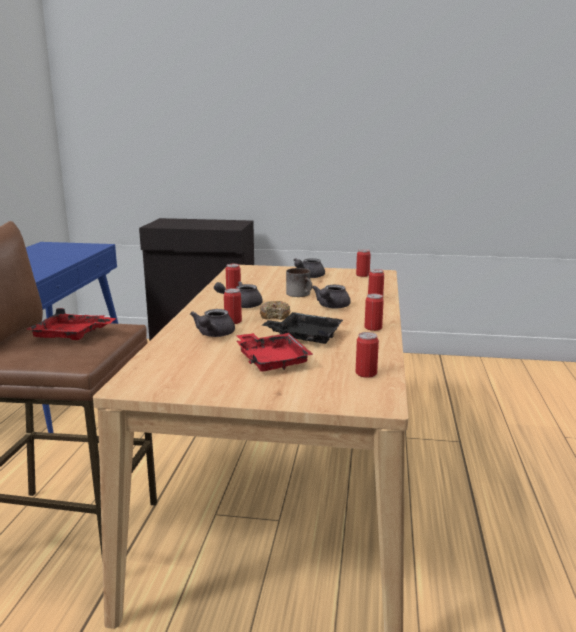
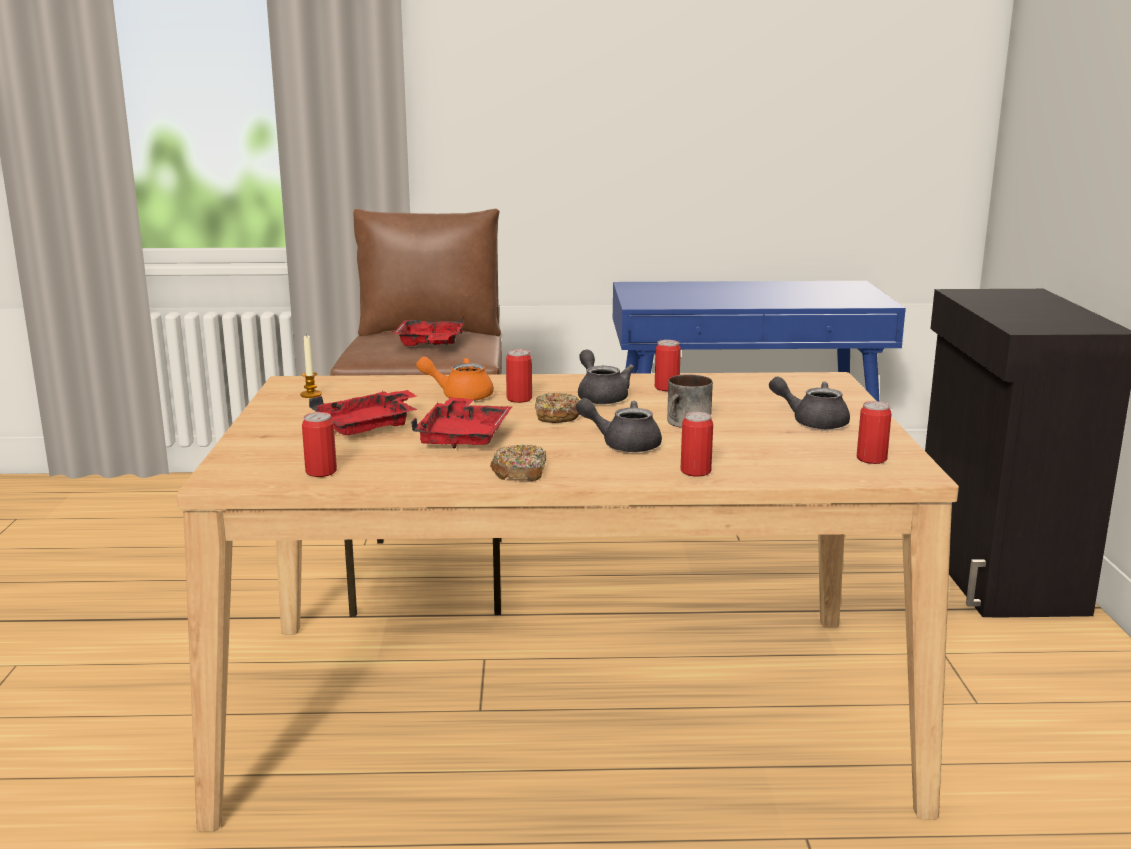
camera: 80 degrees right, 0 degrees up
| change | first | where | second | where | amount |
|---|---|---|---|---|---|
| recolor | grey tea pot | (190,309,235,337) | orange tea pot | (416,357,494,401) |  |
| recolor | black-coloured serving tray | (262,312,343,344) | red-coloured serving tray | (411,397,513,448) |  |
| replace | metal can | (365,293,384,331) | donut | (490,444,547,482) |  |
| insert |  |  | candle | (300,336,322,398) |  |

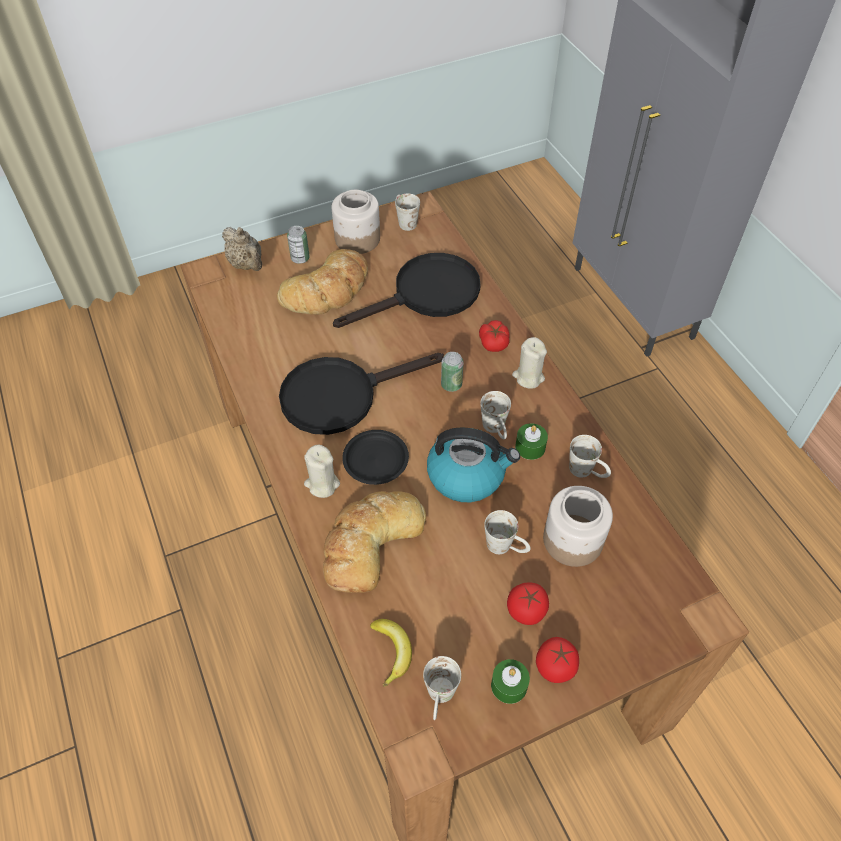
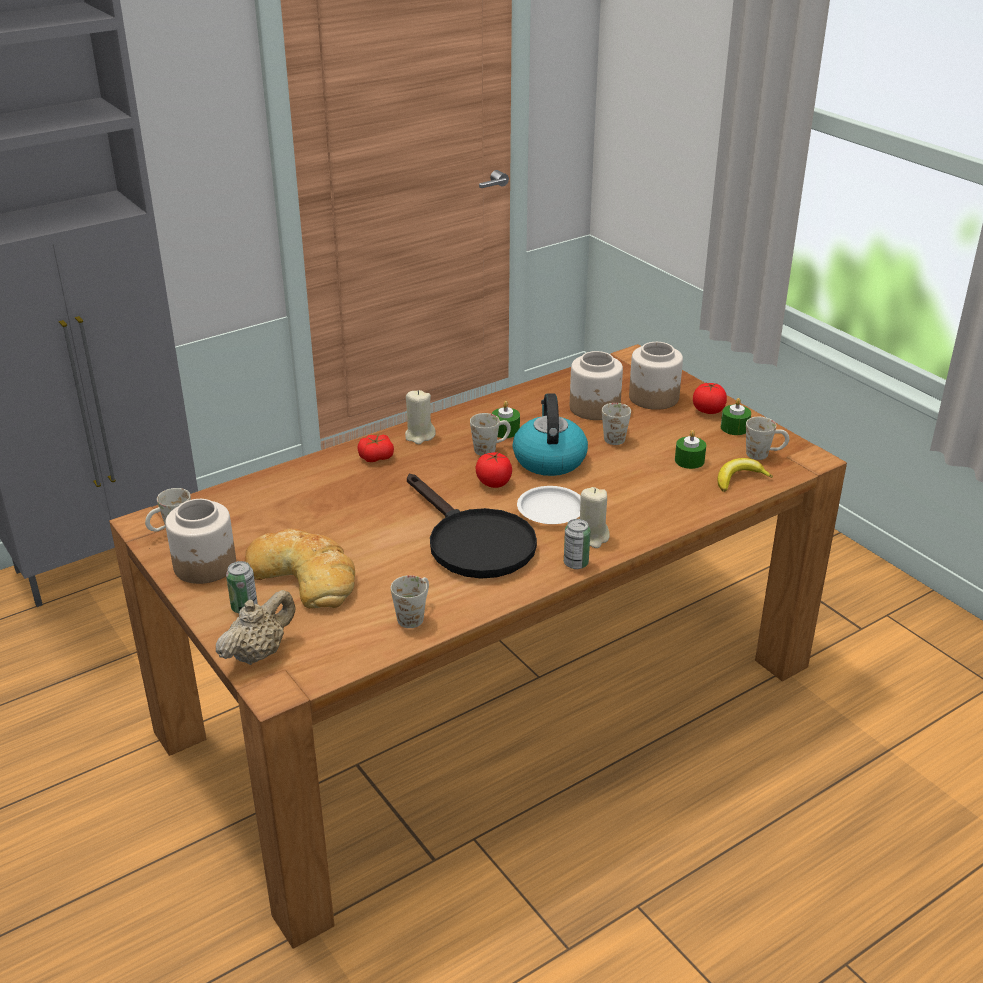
camera: 100 degrees left, 20 degrees down
| change | first | where | second | where | amount |
|---|---|---|---|---|---|
| delete | bakery bread | (323,491,426,593) |  |  |  |
| delete | black-coloured skillet | (333,253,481,328) |  |  |  |
| recolor | black-coloured flat dish | (342,430,409,485) | whitish flat dish | (517,486,581,524) |  |
| move | metal can | (441,352,464,392) |  | (564,519,590,569) |  |
| move | fresh tomato | (507,582,549,625) |  | (476,452,512,488) |  |
| move | whitish tea mug | (569,435,611,478) |  | (391,575,429,628) |  |
| insert |  |  | preserve jar | (629,342,683,410) |  |
| insert |  |  | greenish candle | (675,430,706,469) |  |

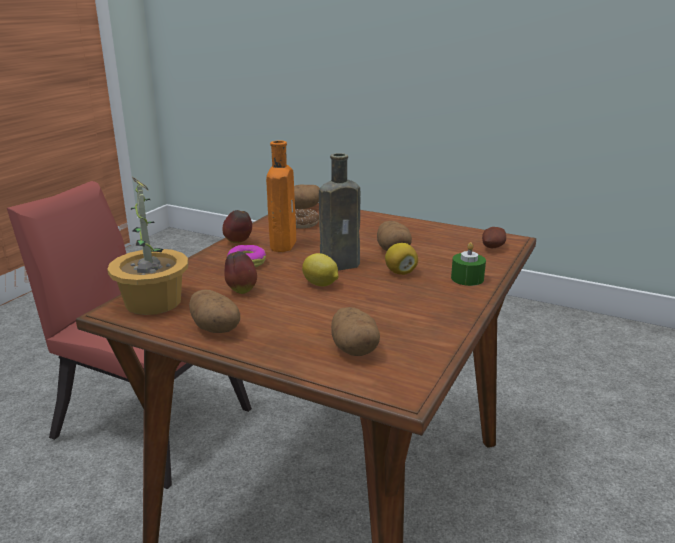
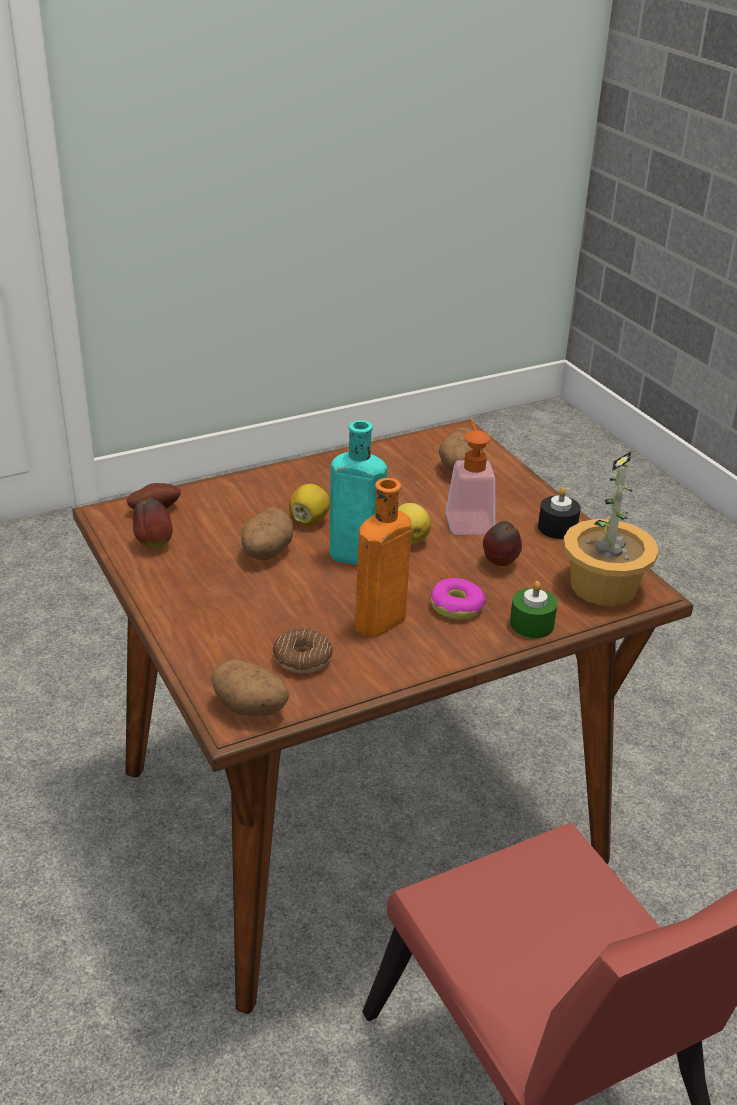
camera: 145 degrees left, 10 degrees up
| change | first | where | second | where | amount |
|---|---|---|---|---|---|
| replace | whole potato | (189,290,240,333) | black-coloured candle | (538,487,581,539) |  |
| move | apple | (223,210,252,243) |  | (133,498,173,550) |  |
| recolor | brown bottle | (319,153,360,271) | turquoise-coloured bottle | (330,420,387,565) |  |
| move | greenish candle | (451,242,486,286) |  | (510,581,558,638) |  |
| insert |  |  | soap bottle | (446,418,495,535) |  |

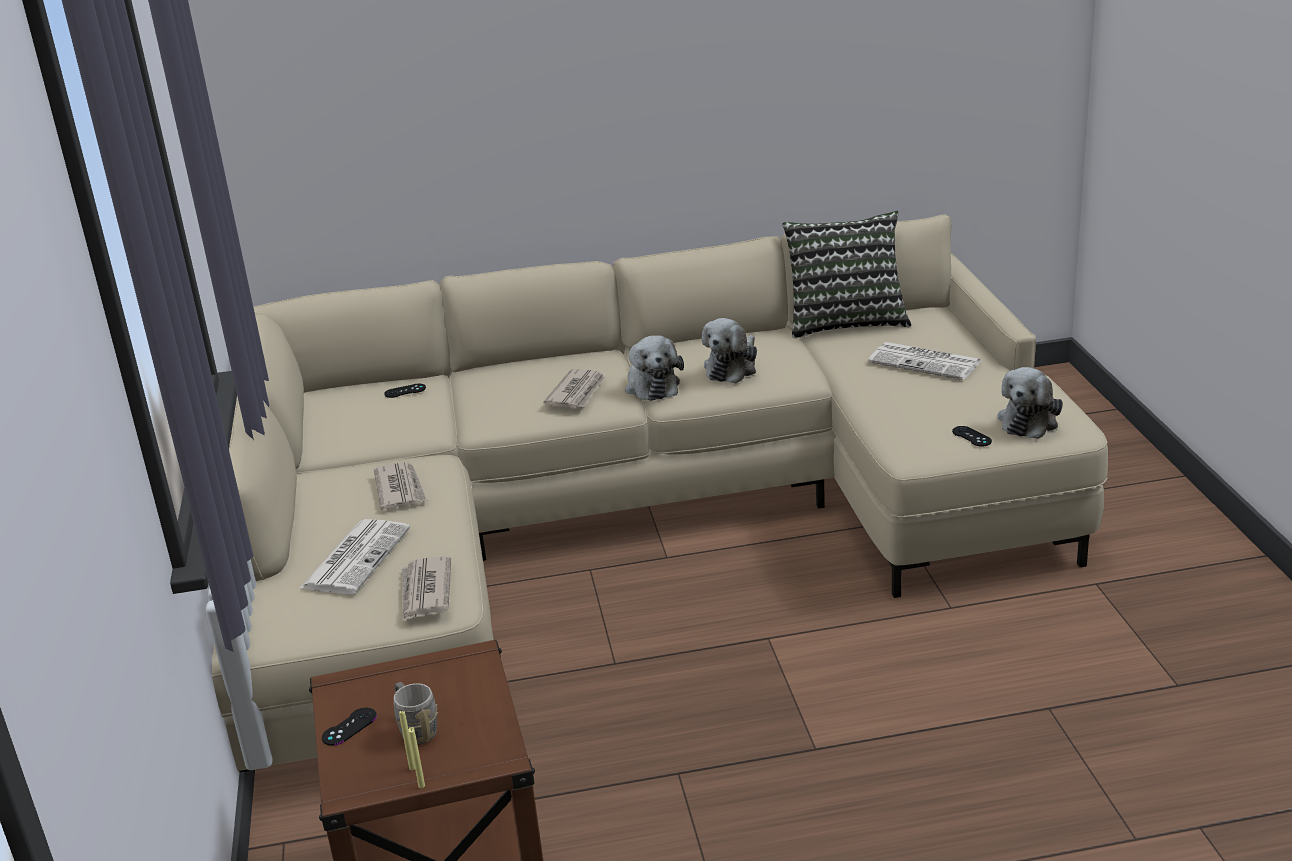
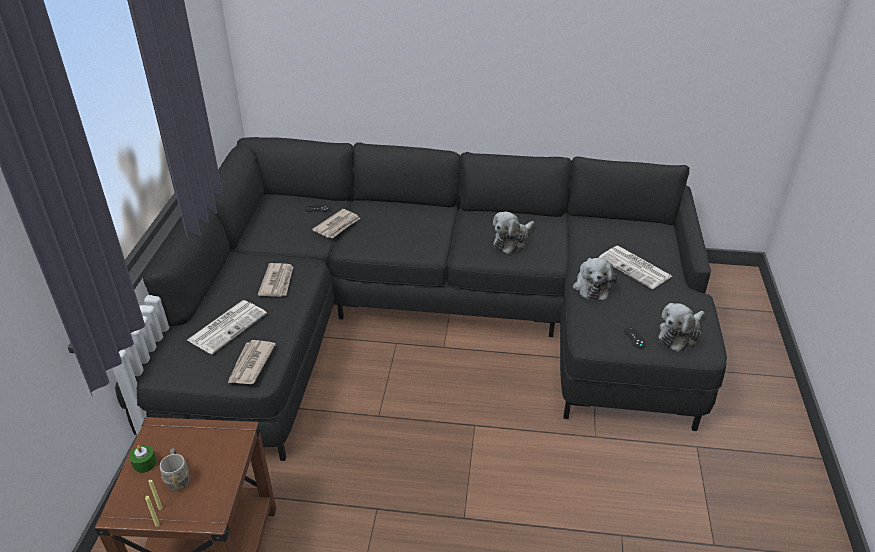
camera: 15 degrees right, 10 degrees up
| change | first | where | second | where | amount |
|---|---|---|---|---|---|
| recolor | sand-coloured couch | (212,214,1108,772) | black-coloured couch | (115,137,727,461) |  |
| replace | black-coloured game controller | (322,708,377,746) | greenish candle | (129,445,157,473) |  |
| move | newspaper | (544,369,605,408) |  | (312,209,360,238) |  |
| move | soft toy | (625,335,684,401) |  | (573,258,617,300) |  |
| delete | cushion | (782,211,911,338) |  |  |  |

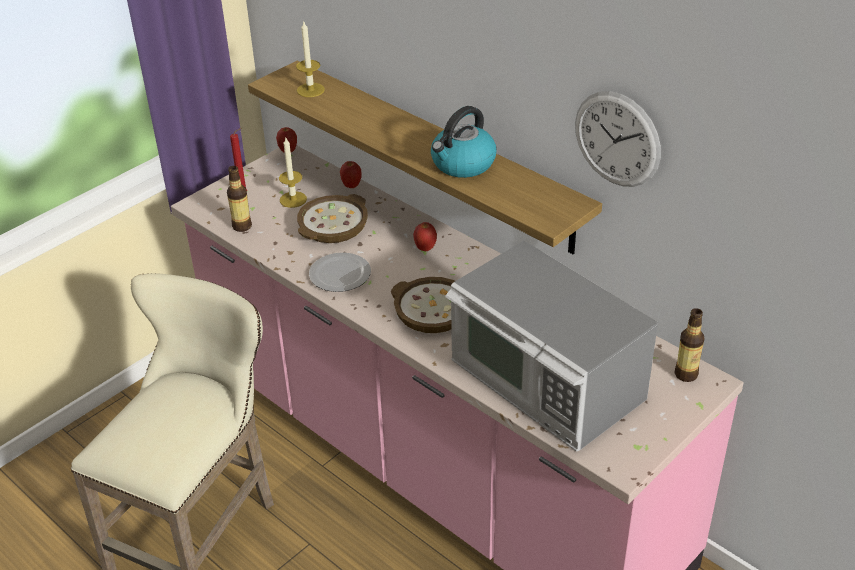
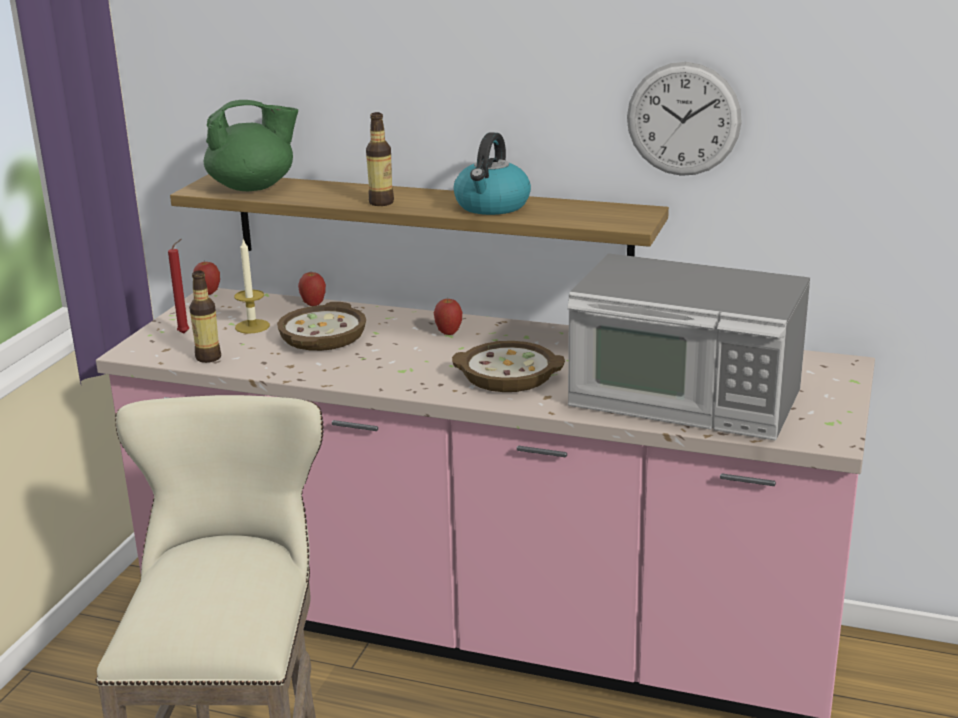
camera: 25 degrees left, 15 degrees down
| change | first | where | second | where | amount |
|---|---|---|---|---|---|
| replace | candle | (296,22,325,97) | greenish tea pot | (204,100,298,191) |  |
| delete | flat dish | (309,253,371,292) |  |  |  |
| move | bottle | (675,308,705,382) |  | (366,112,394,206) |  |

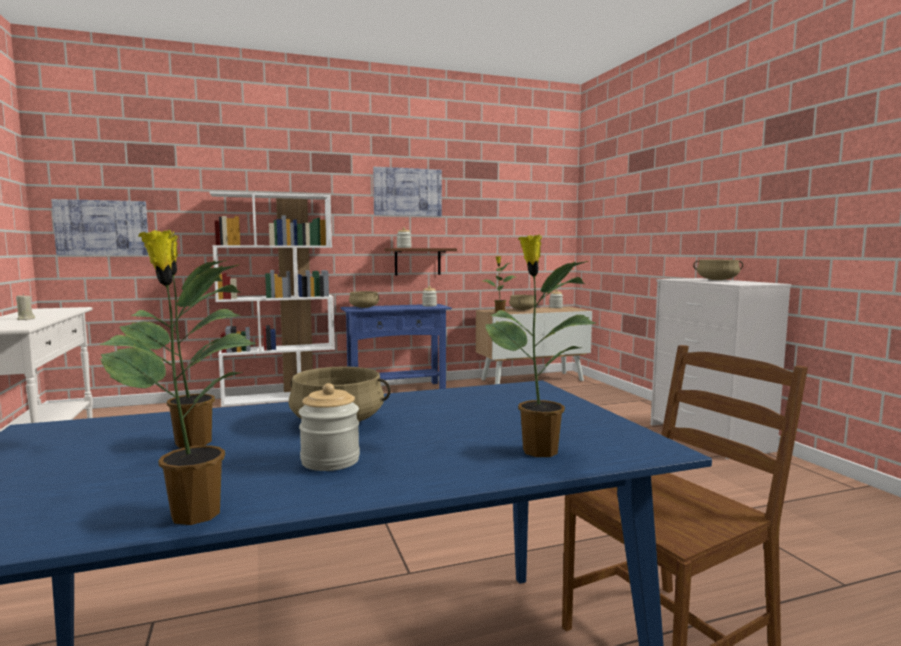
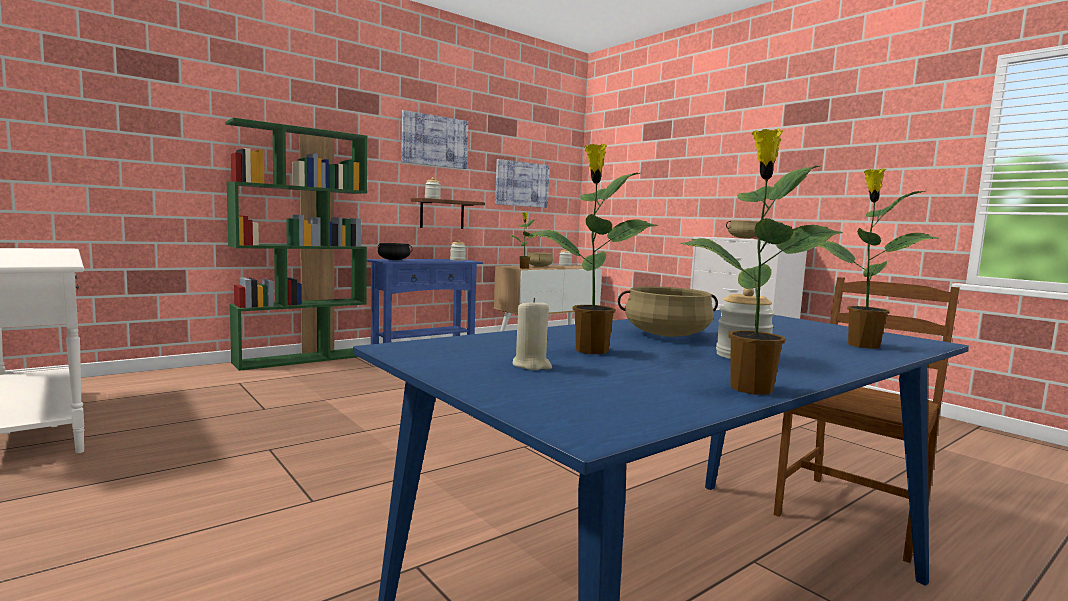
camera: 20 degrees left, 0 degrees up
| change | first | where | second | where | amount |
|---|---|---|---|---|---|
| move | sand-coloured candle | (16,294,35,320) |  | (513,298,552,371) |  |
| move | wall art | (51,199,148,255) |  | (495,159,550,208) |  |
| recolor | whitish shelving unit | (209,191,335,407) | greenish shelving unit | (225,118,368,371) |  |
| recolor | sand-coloured cooking pot | (349,291,379,308) | black-coloured cooking pot | (378,243,413,260) |  |

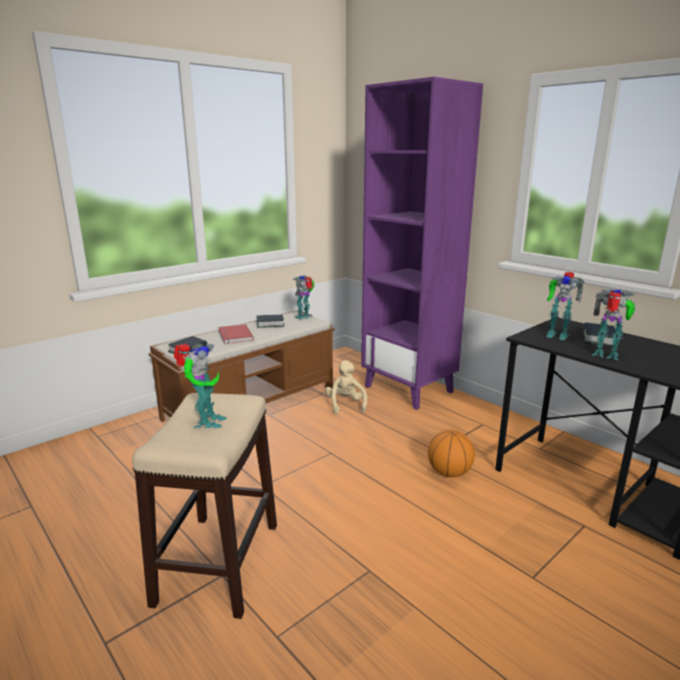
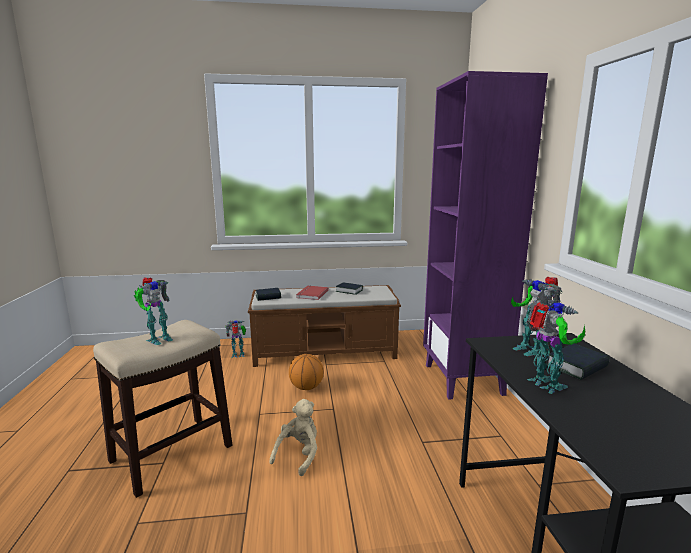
camera: 35 degrees right, 5 degrees down
| change | first | where | second | where | amount |
|---|---|---|---|---|---|
| move | toy robot | (293,275,315,320) |  | (226,321,246,358) |  |
| move | sand-coloured soft toy | (325,360,367,414) |  | (269,399,317,476) |  |
| move | ball for basketball | (428,430,475,477) |  | (289,354,324,390) |  |

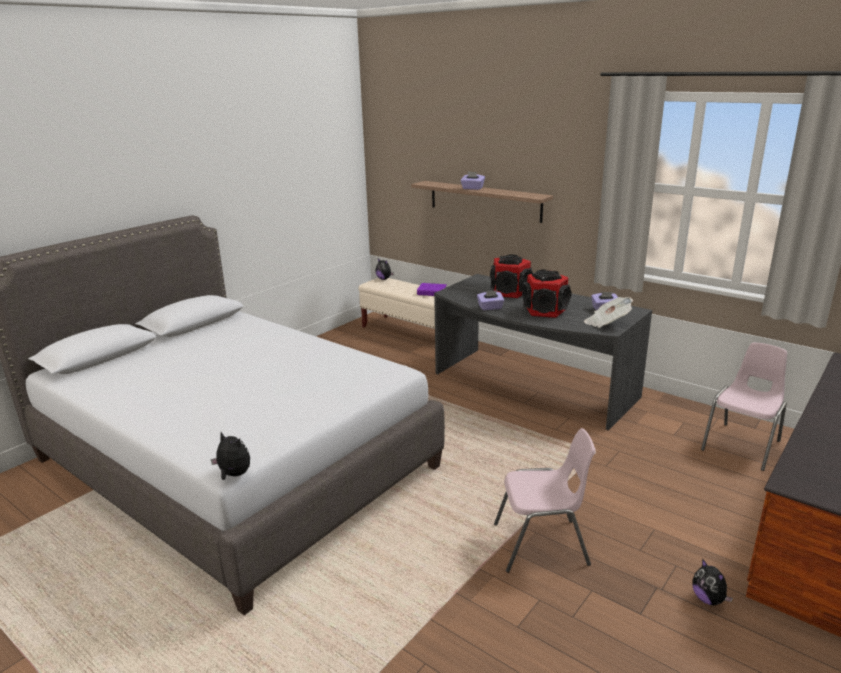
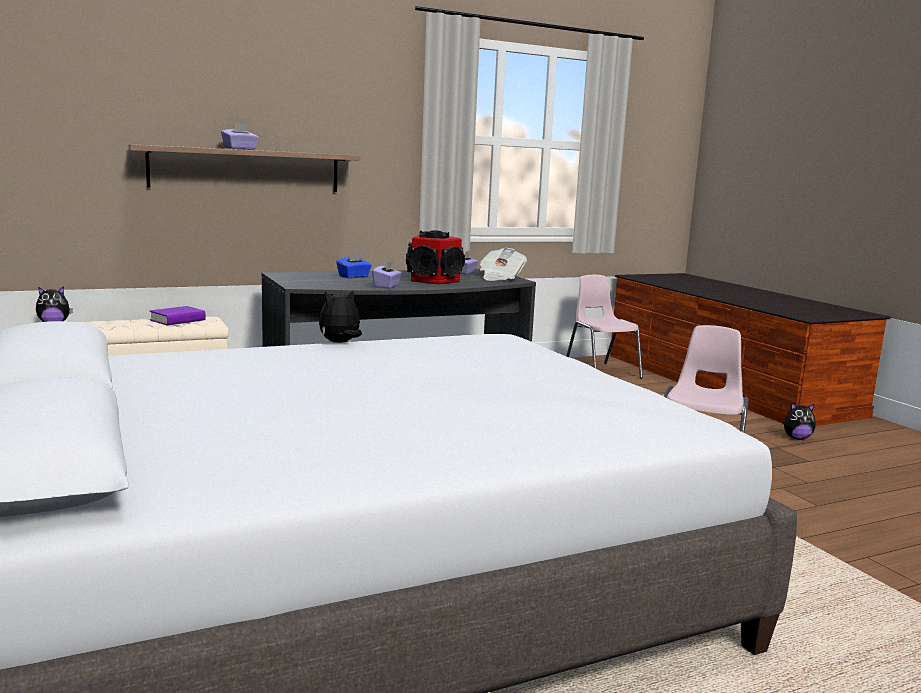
camera: 65 degrees left, 10 degrees down
| change | first | where | second | where | amount |
|---|---|---|---|---|---|
| move | soft toy | (211,432,250,480) |  | (319,289,362,343) |  |
| replace | speaker | (490,254,533,298) | blue-coloured tissue holder | (336,253,372,278) |  |

